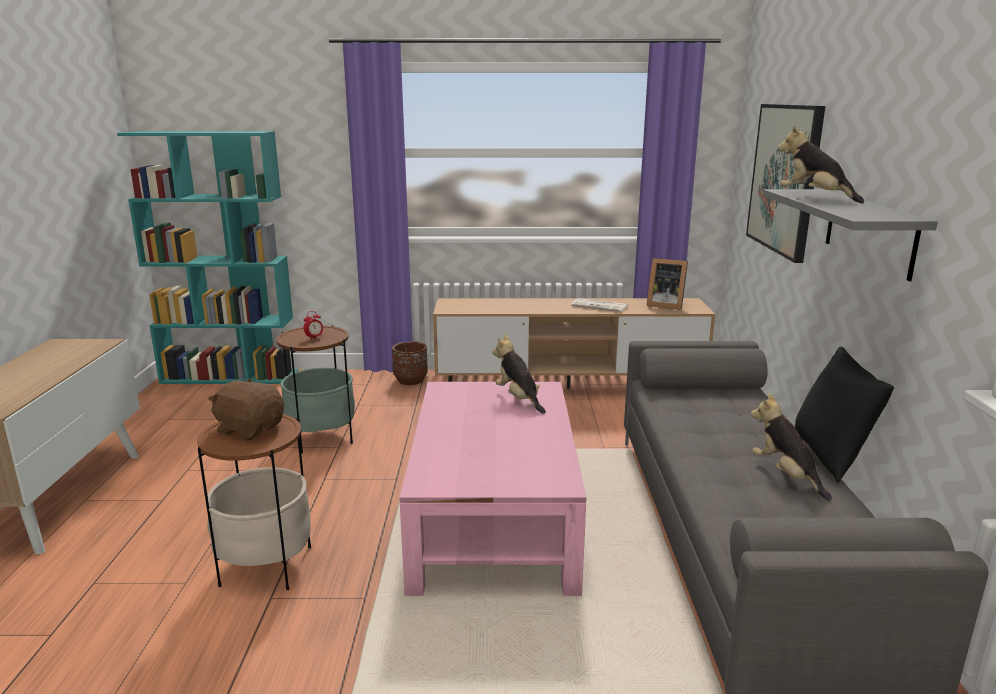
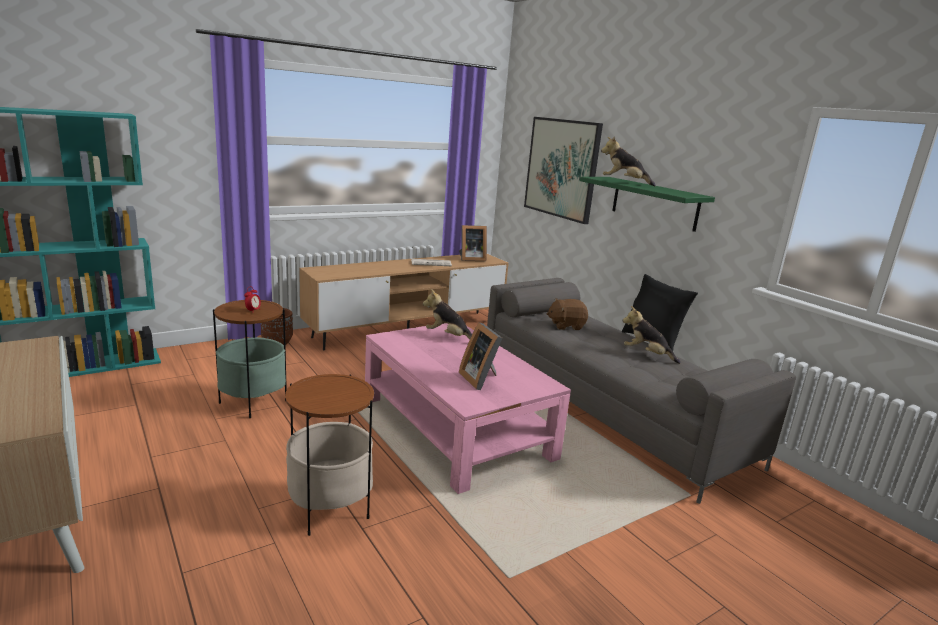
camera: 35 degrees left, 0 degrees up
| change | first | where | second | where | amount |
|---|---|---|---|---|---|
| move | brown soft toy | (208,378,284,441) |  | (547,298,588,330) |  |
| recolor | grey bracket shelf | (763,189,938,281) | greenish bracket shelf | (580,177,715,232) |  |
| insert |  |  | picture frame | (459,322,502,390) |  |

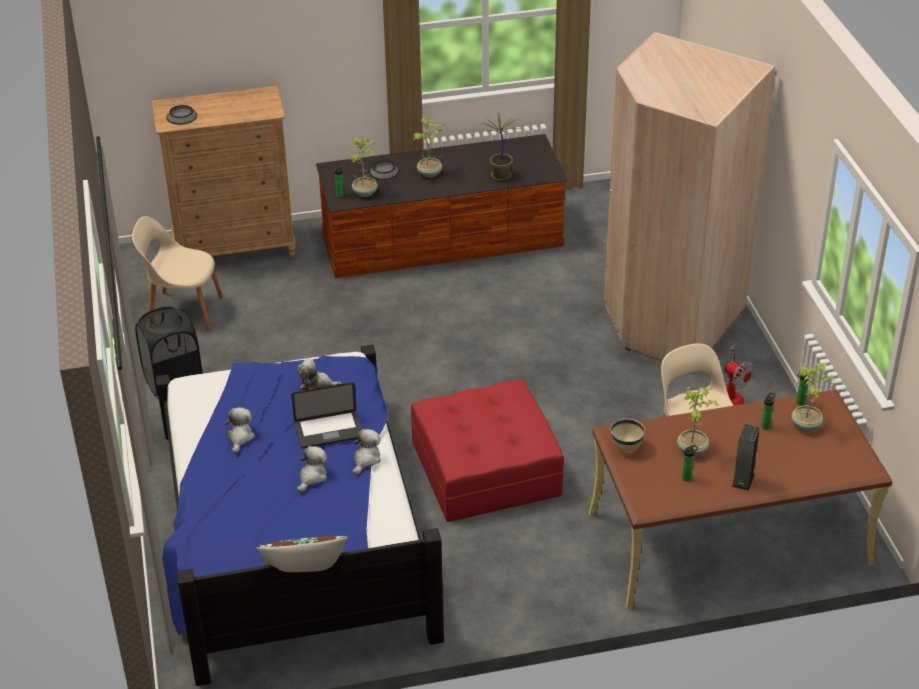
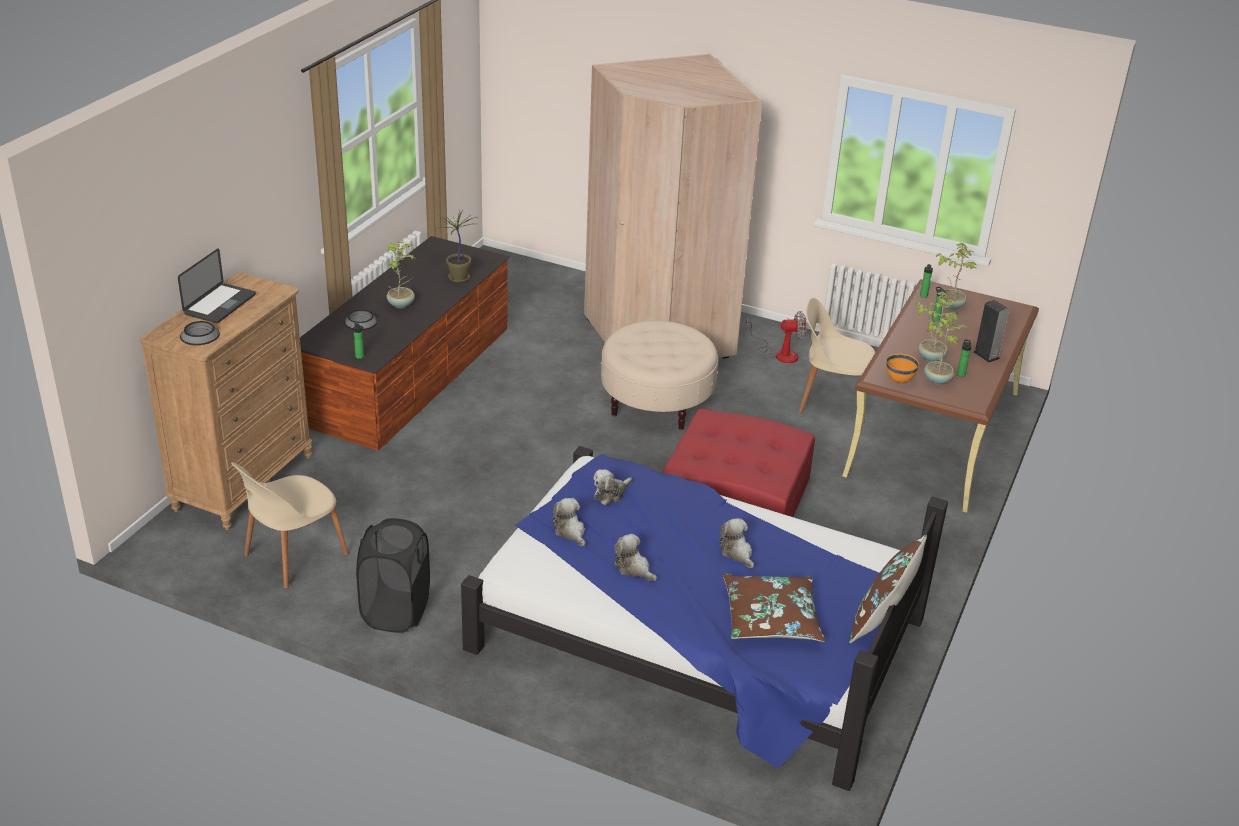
camera: 55 degrees left, 5 degrees down
| change | first | where | second | where | amount |
|---|---|---|---|---|---|
| move | laptop | (291,382,362,449) |  | (178,248,256,323) |  |
| move | plant in a pot | (350,137,378,197) |  | (924,314,968,385) |  |
| move | soft toy | (353,429,381,475) |  | (552,498,585,547) |  |
| recolor | sand-coloured bowl | (611,419,645,452) | orange bowl | (886,354,919,383) |  |
| insert |  |  | sand-coloured ottoman | (601,321,718,430) |  |
| insert |  |  | brown cushion | (723,574,825,642) |  |

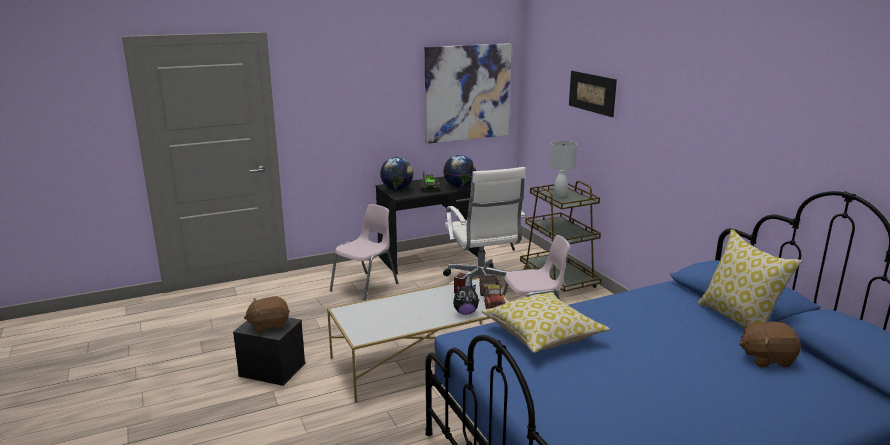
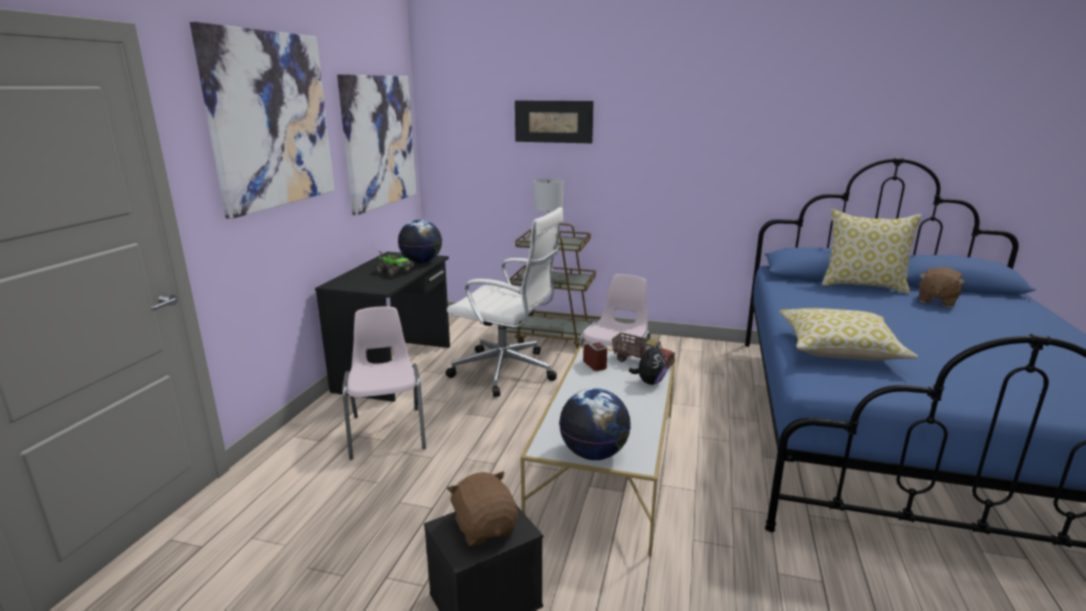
camera: 50 degrees left, 0 degrees up
| change | first | where | second | where | amount |
|---|---|---|---|---|---|
| rotate | brown soft toy | (244,296,290,333) |  | (447,471,518,546) | 135 degrees clockwise |
| move | world globe | (380,157,413,190) |  | (559,388,631,460) |  |
| insert |  |  | wall art | (190,22,335,219) |  |

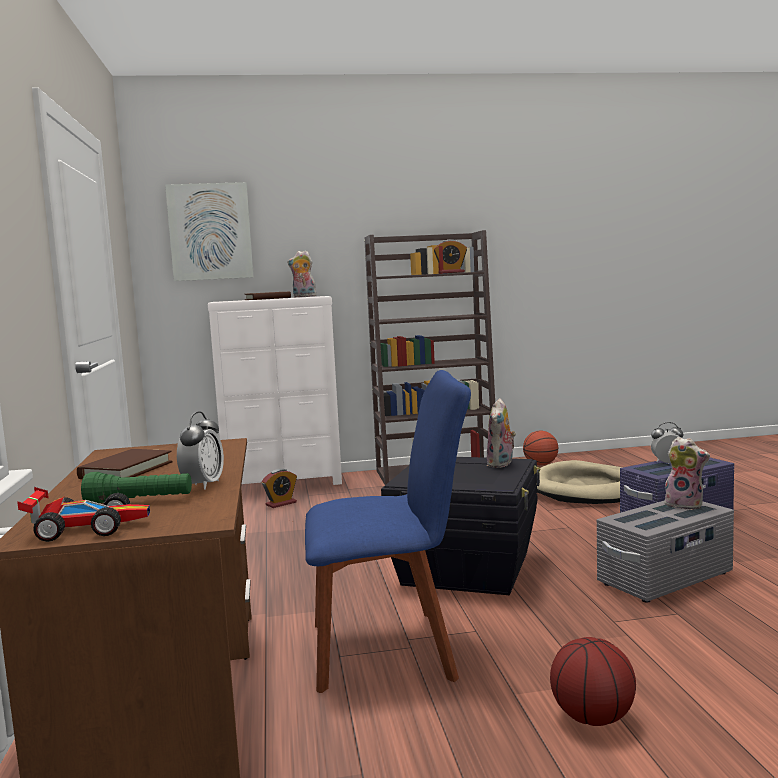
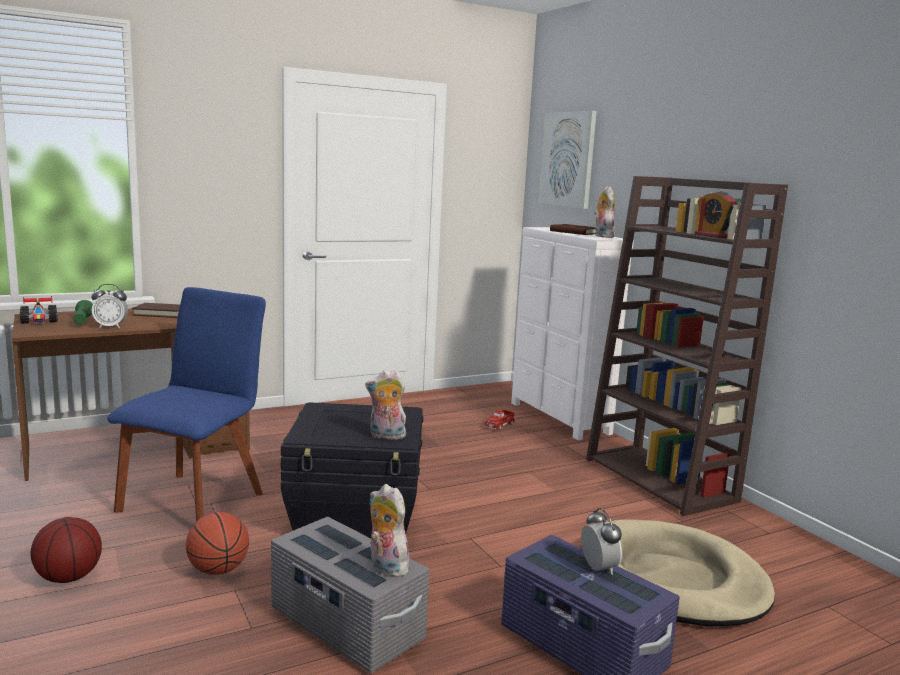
camera: 70 degrees right, 5 degrees up
| change | first | where | second | where | amount |
|---|---|---|---|---|---|
| replace | alarm clock | (262,469,297,508) | model truck | (485,410,515,430) |  |
| rotate | blue-coloured chair | (305,370,471,693) |  | (107,287,266,522) | 135 degrees counterclockwise |
| move | ball for basketball | (523,431,558,465) |  | (186,512,249,575) |  |
| rotate | soft toy | (664,437,710,510) |  | (369,484,409,578) | 120 degrees clockwise |

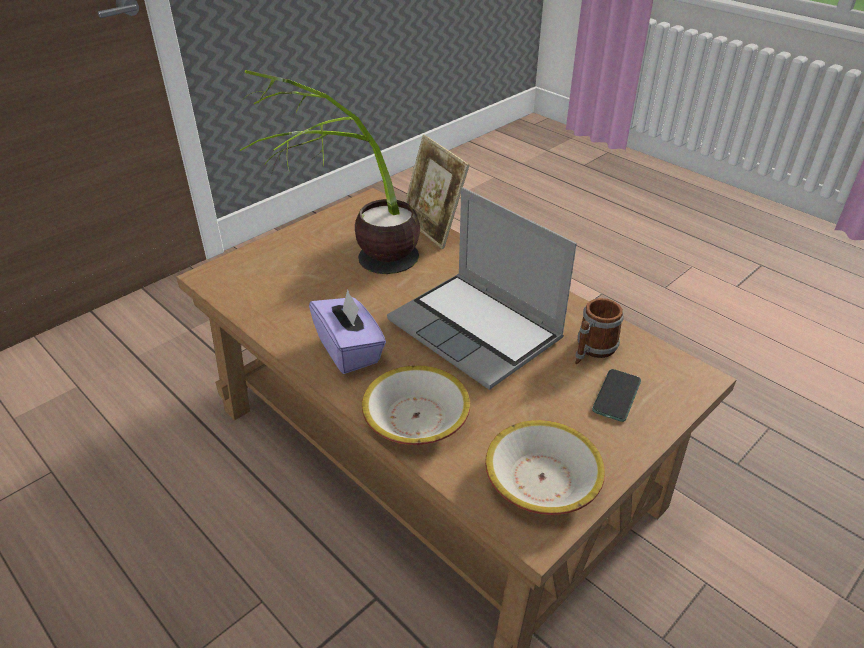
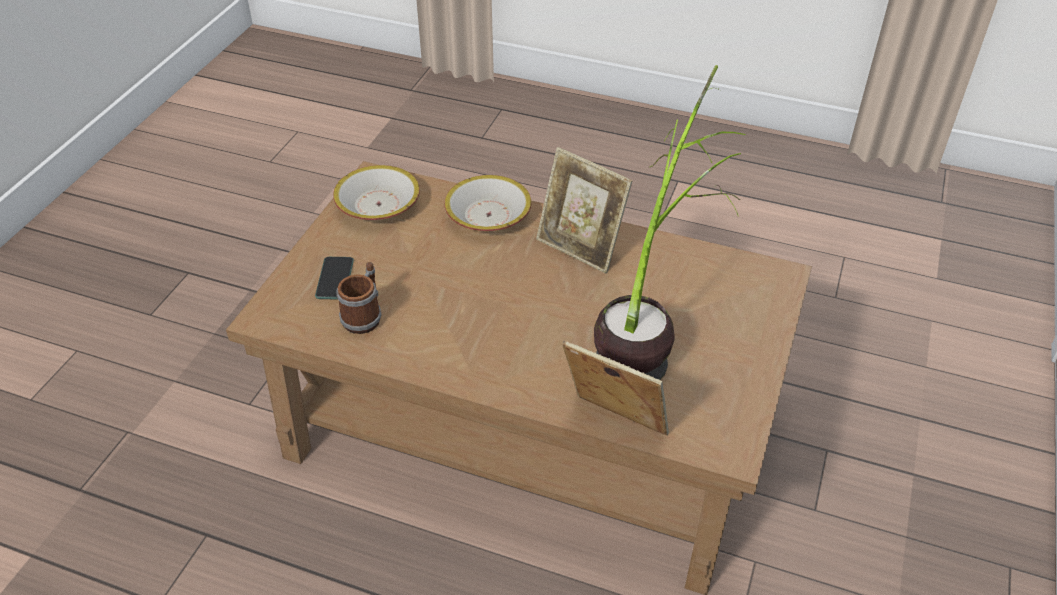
camera: 155 degrees right, 5 degrees up
| change | first | where | second | where | amount |
|---|---|---|---|---|---|
| replace | purple-coloured tissue holder | (309,290,386,374) | picture frame | (536,147,632,274) |  |
| delete | laptop | (387,187,577,390) |  |  |  |

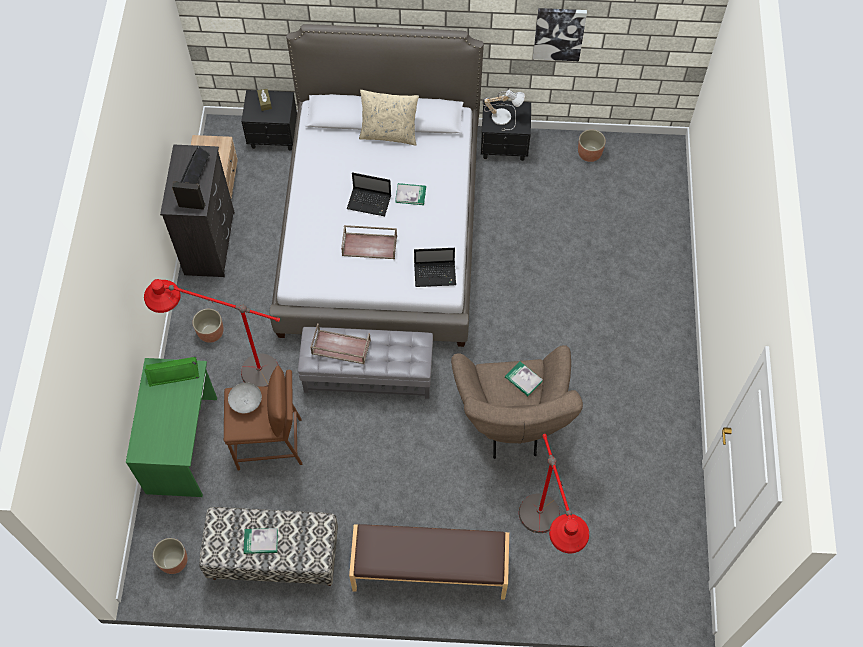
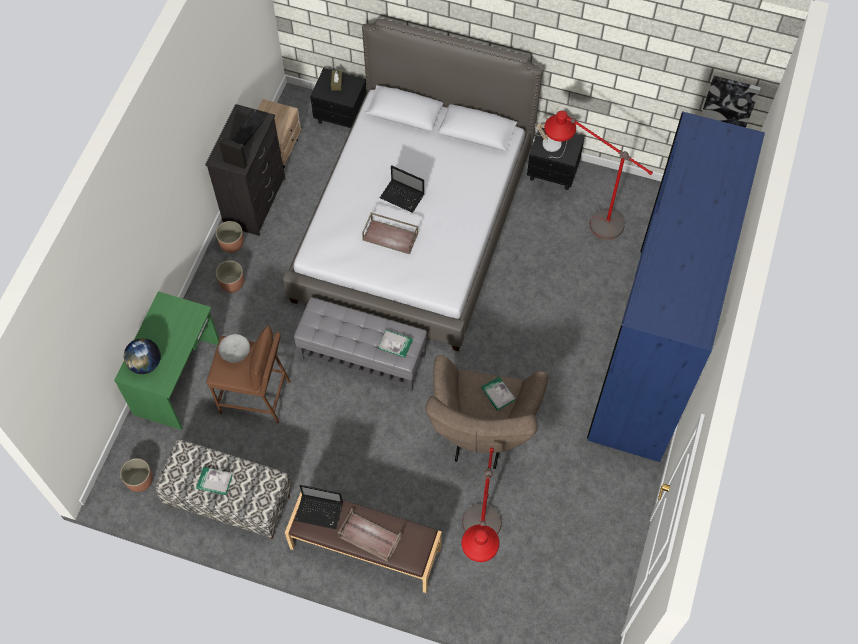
camera: 15 degrees right, 0 degrees up
| change | first | where | second | where | amount |
|---|---|---|---|---|---|
| move | red-coloured standing lamp | (144,279,280,387) |  | (544,111,653,240) |  |
| delete | greenish speaker | (144,356,199,387) |  |  |  |
| move | brown serving tray | (310,323,371,364) |  | (338,508,402,562) |  |
| delete | sand-coloured cushion | (359,90,419,146) |  |  |  |
| move | volume | (395,183,426,205) |  | (378,329,413,358) |  |
| move | laptop | (414,248,456,287) |  | (295,485,343,529) |  |
| move | wall art | (533,8,587,61) |  | (701,76,761,127) |  |
| move | planter | (578,129,606,162) |  | (216,221,244,253) |  |
| insert |  |  | world globe | (124,338,161,374) |  |
| insert |  |  | blue-coloured armoire | (587,111,765,462) |  |

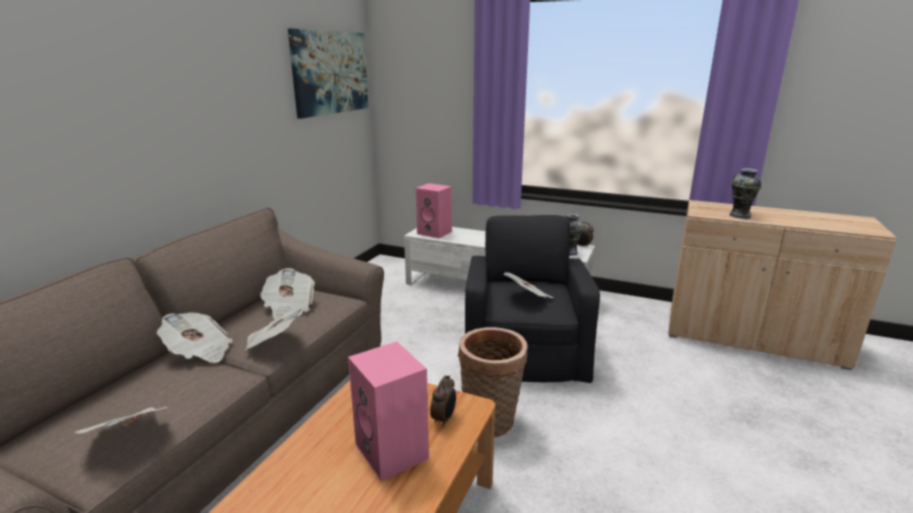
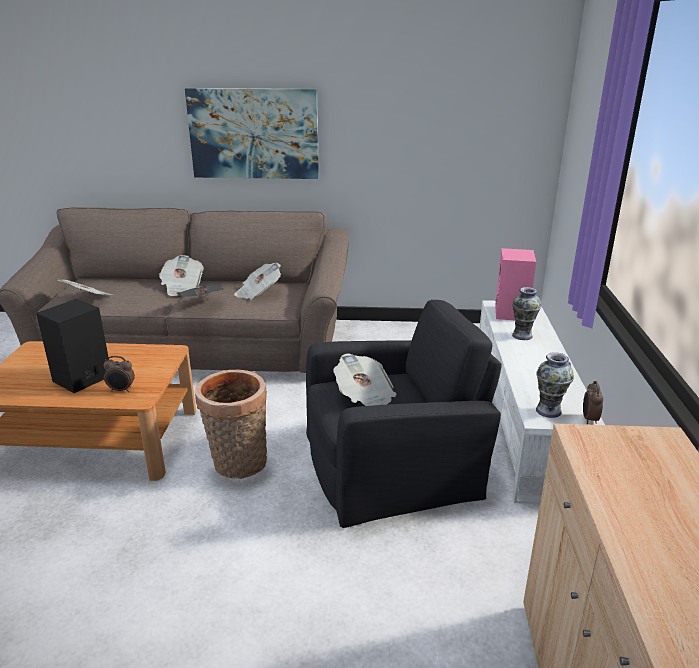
camera: 70 degrees right, 5 degrees up
| change | first | where | second | where | amount |
|---|---|---|---|---|---|
| move | wall art | (288,28,368,119) |  | (185,88,319,179) |  |
| recolor | pinkish speaker | (348,341,429,481) | black-coloured speaker | (36,299,109,393) |  |
| move | vase | (729,168,761,219) |  | (512,287,542,340) |  |

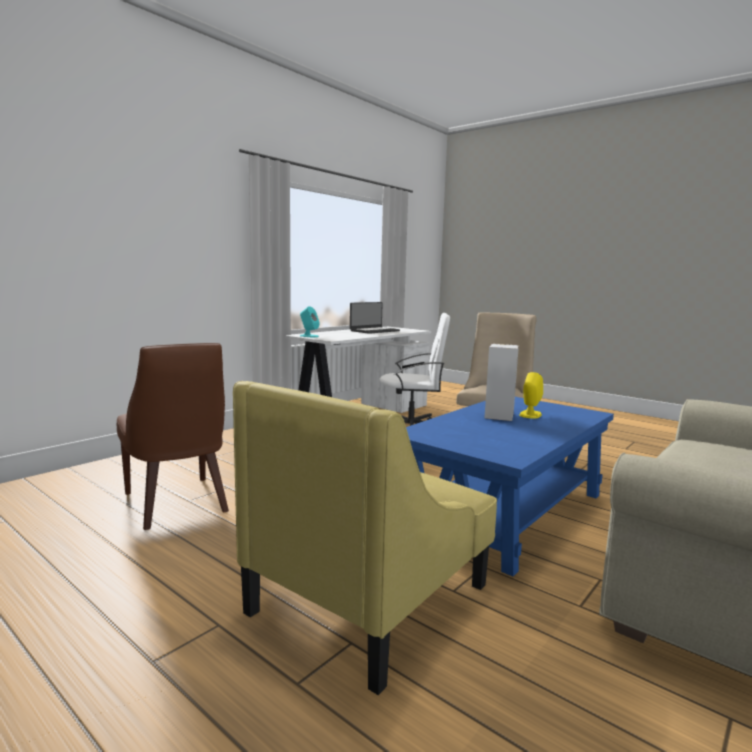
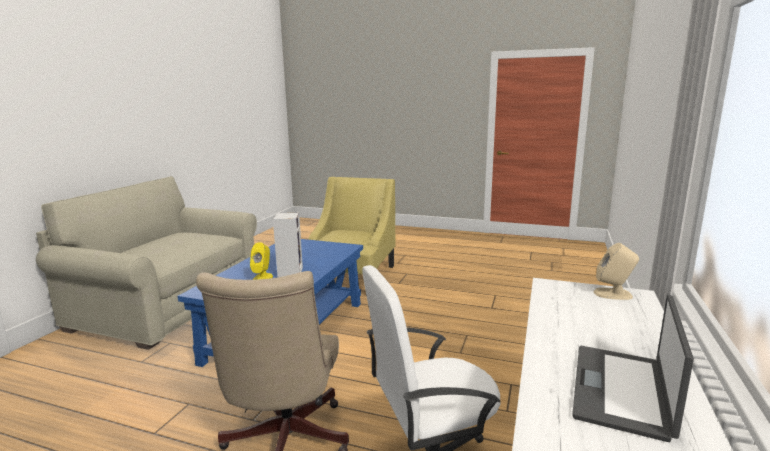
camera: 160 degrees right, 5 degrees up
| change | first | where | second | where | amount |
|---|---|---|---|---|---|
| delete | brown chair | (117,343,229,530) |  |  |  |
| recolor | turquoise-coloured speaker | (300,306,319,337) | sand-coloured speaker | (594,243,639,300) |  |

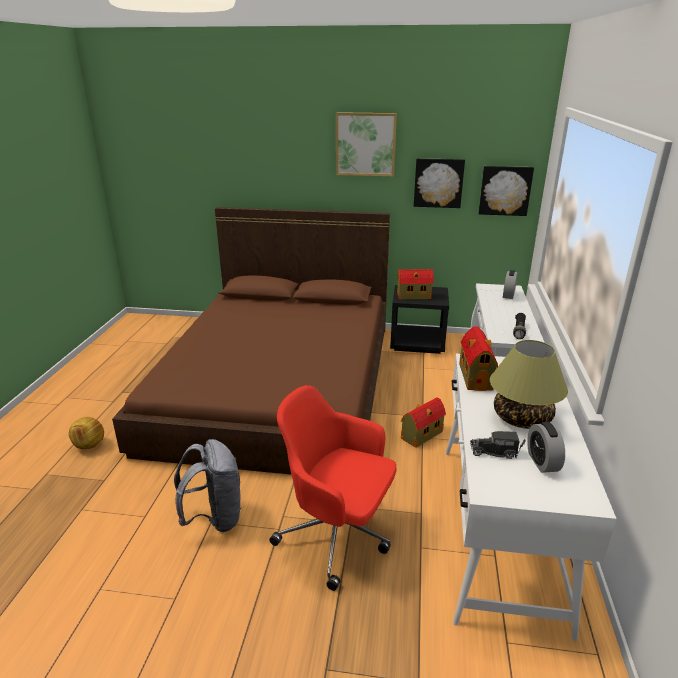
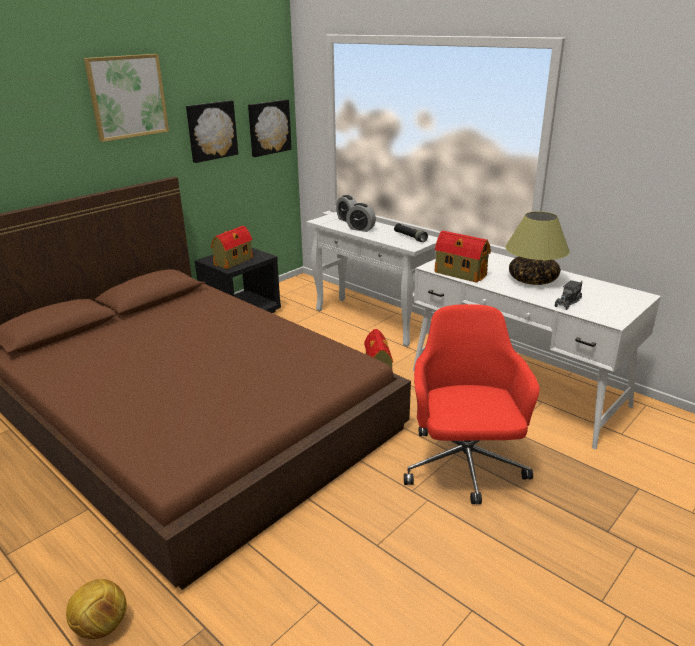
camera: 55 degrees left, 0 degrees up
| change | first | where | second | where | amount |
|---|---|---|---|---|---|
| delete | grey rucksack | (174,439,242,532) |  |  |  |
| rotate | red-coloured desk chair | (269,385,396,591) |  | (404,304,540,504) | 120 degrees clockwise |
| move | alarm clock | (527,422,565,473) |  | (346,203,376,232) |  |

